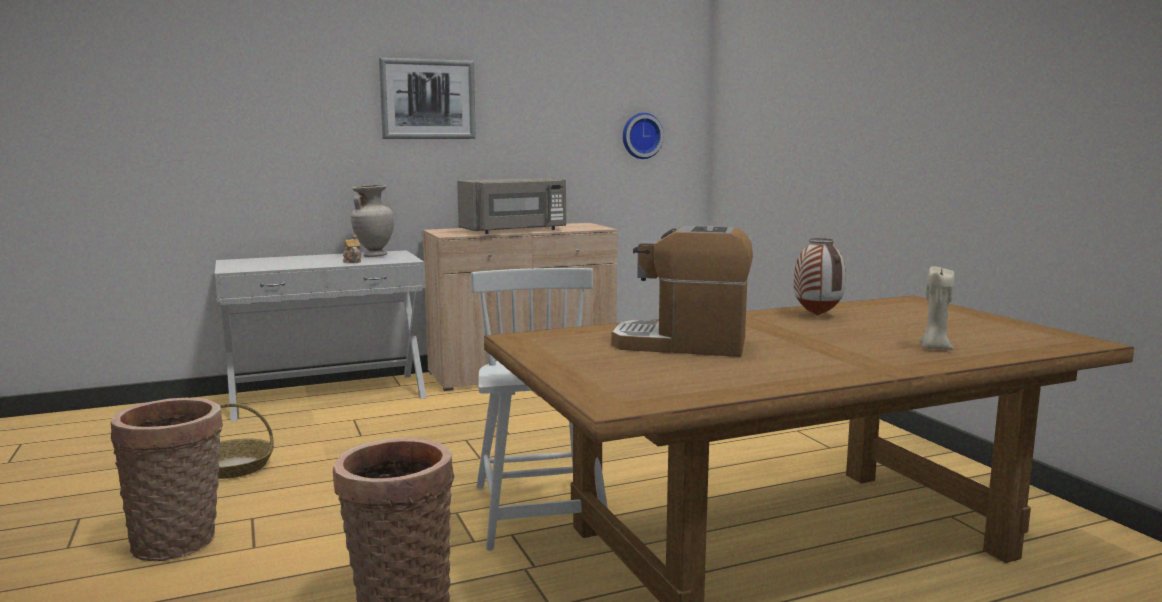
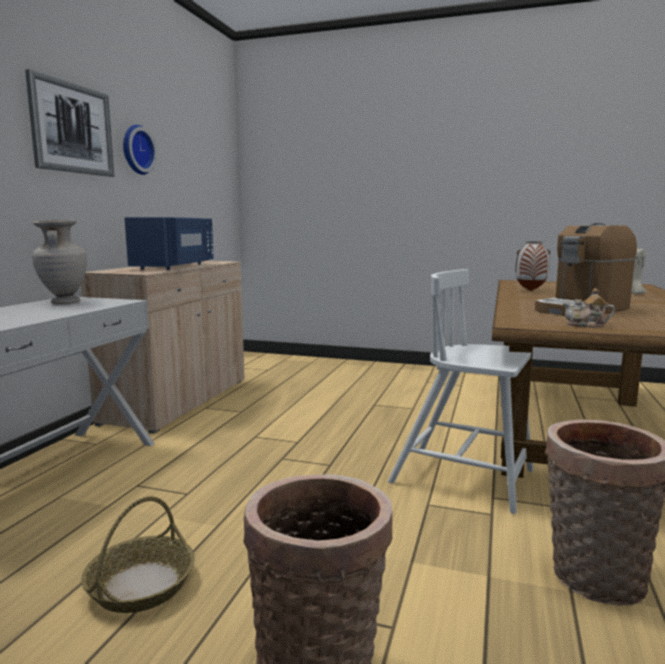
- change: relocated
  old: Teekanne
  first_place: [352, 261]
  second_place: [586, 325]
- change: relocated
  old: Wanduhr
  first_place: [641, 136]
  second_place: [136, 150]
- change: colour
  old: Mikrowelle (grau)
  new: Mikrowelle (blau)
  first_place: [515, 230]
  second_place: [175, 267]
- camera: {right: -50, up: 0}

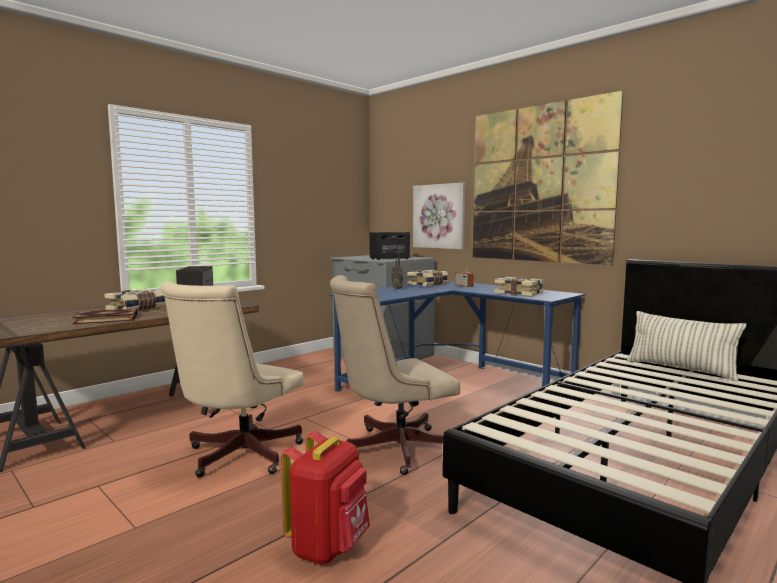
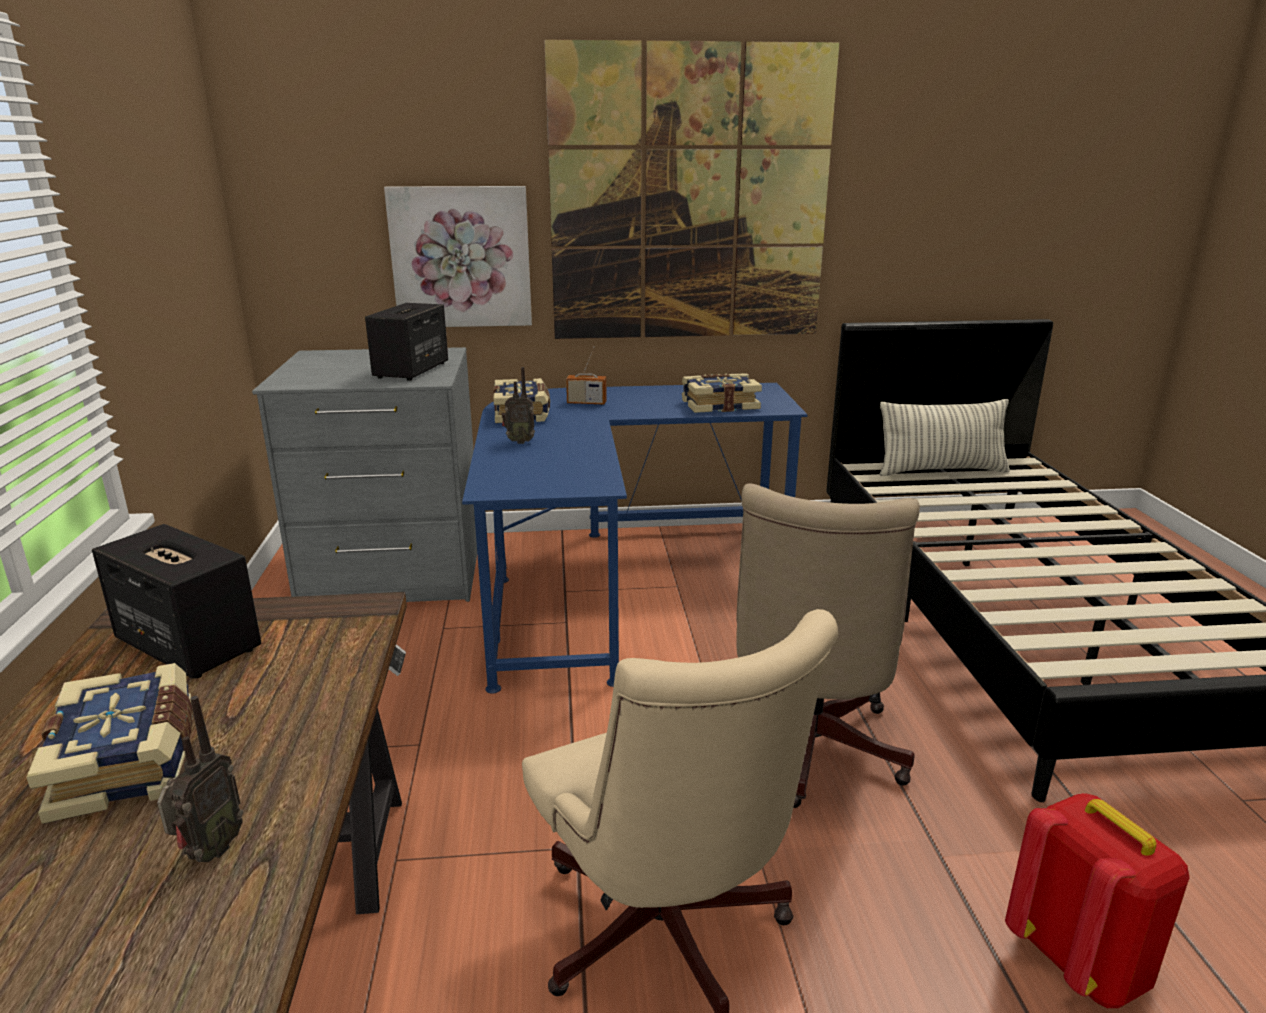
- change: exchanged
  old: Buch
  new: Radio
  first_place: [107, 319]
  second_place: [209, 852]
- camera: {right: -50, up: 15}

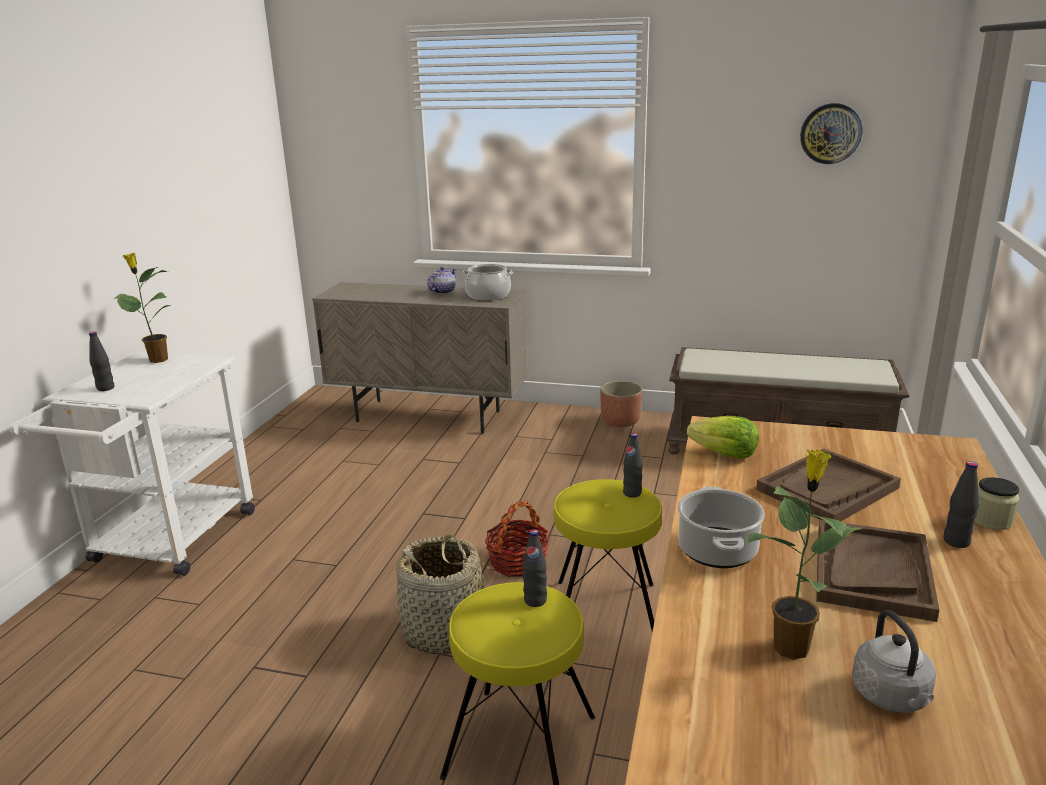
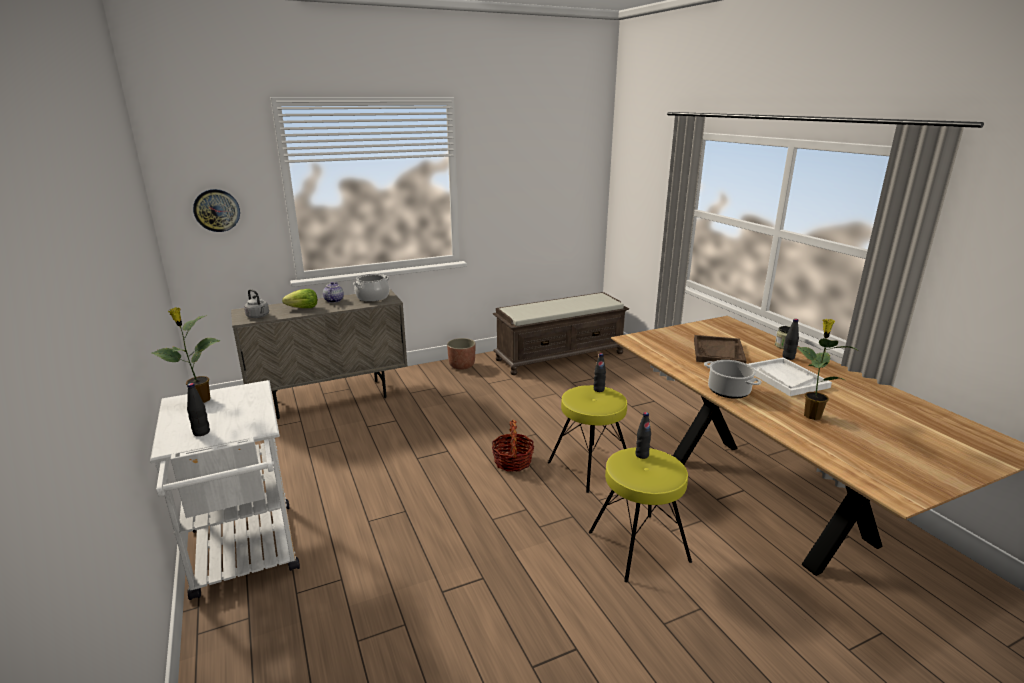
- change: missing
  old: Korb
  first_place: [446, 632]
- change: relocated
  old: Salatkopf
  first_place: [725, 455]
  second_place: [303, 308]
- change: relocated
  old: Wanduhr
  first_place: [830, 133]
  second_place: [217, 210]
- change: relocated
  old: Wasserkessel (grau)
  first_place: [892, 697]
  second_place: [258, 316]
- change: colour
  old: Tablett (braun)
  new: Tablett (weiß)
  first_place: [871, 571]
  second_place: [785, 378]
- camera: {right: -40, up: 0}

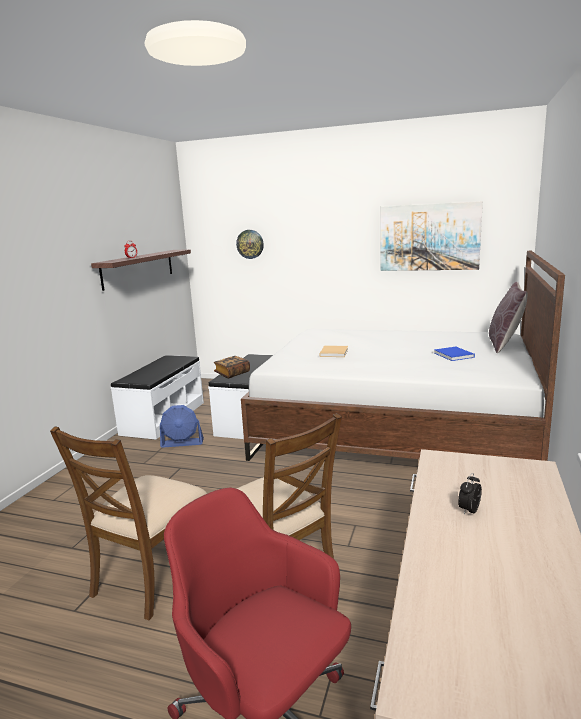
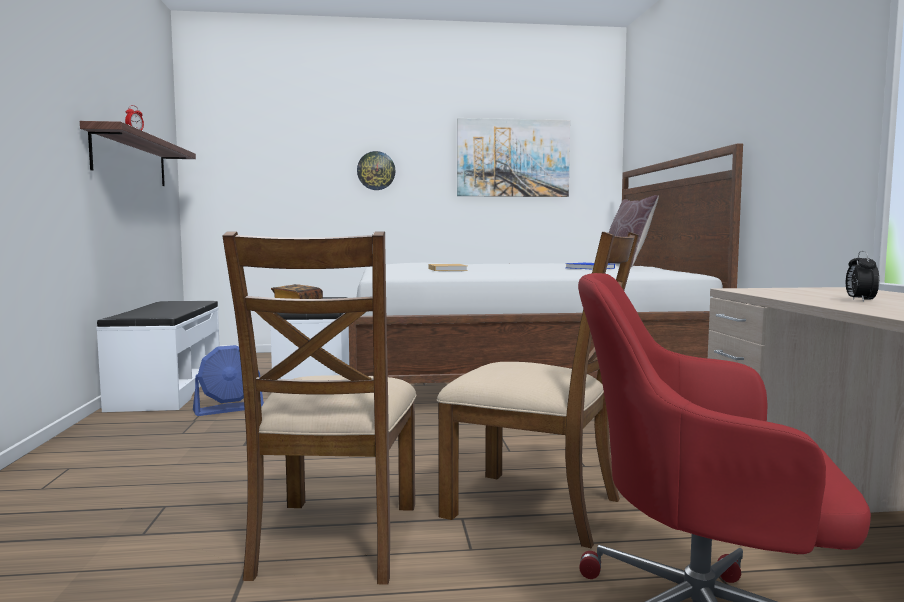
- change: relocated
  old: Wanduhr
  first_place: [250, 244]
  second_place: [376, 170]
- camera: {right: -25, up: -10}

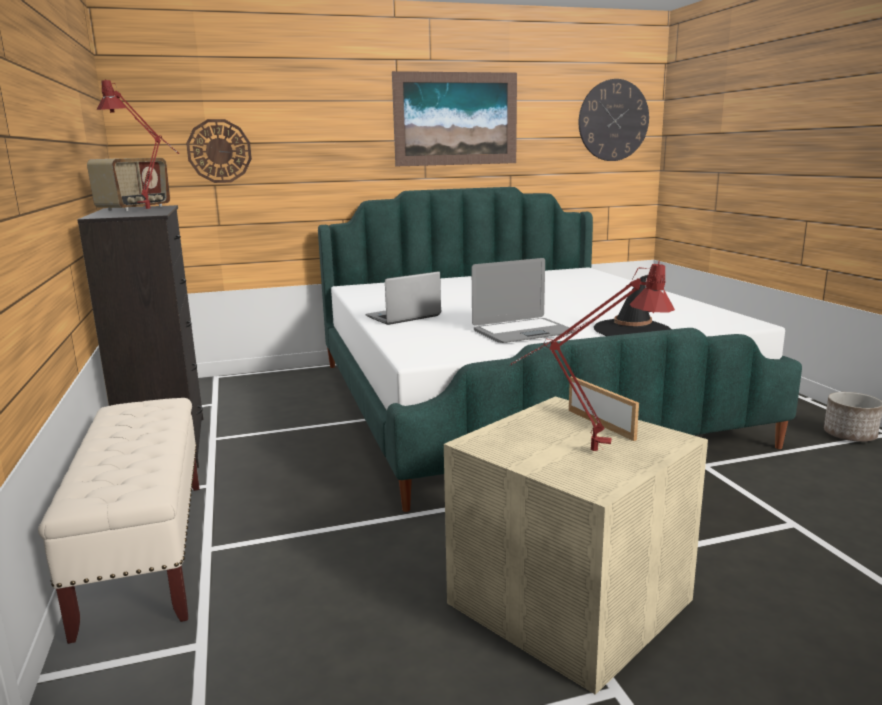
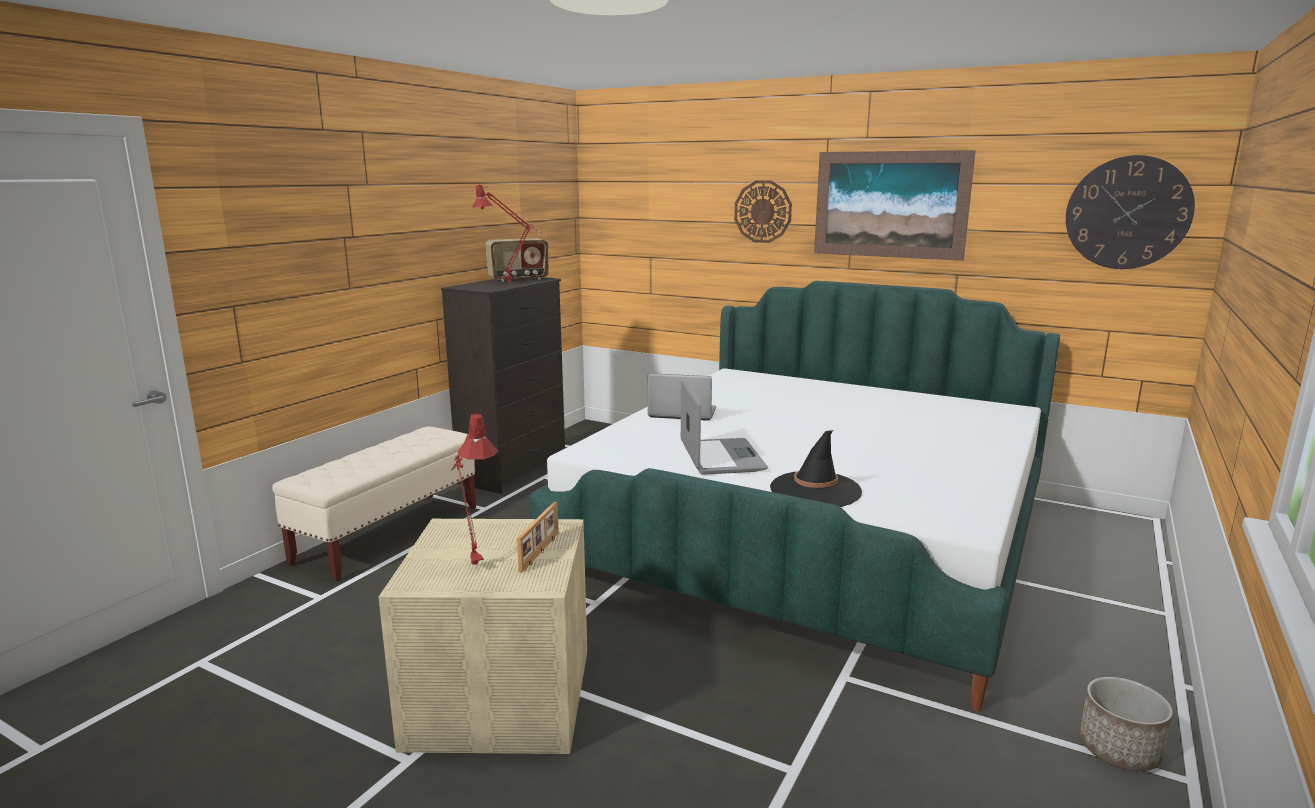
- change: relocated
  old: Wanduhr
  first_place: [219, 151]
  second_place: [763, 211]
- change: spun
  old: Laptop
  first_place: [523, 332]
  second_place: [720, 457]
  degrees: -120
- camera: {right: 45, up: 0}

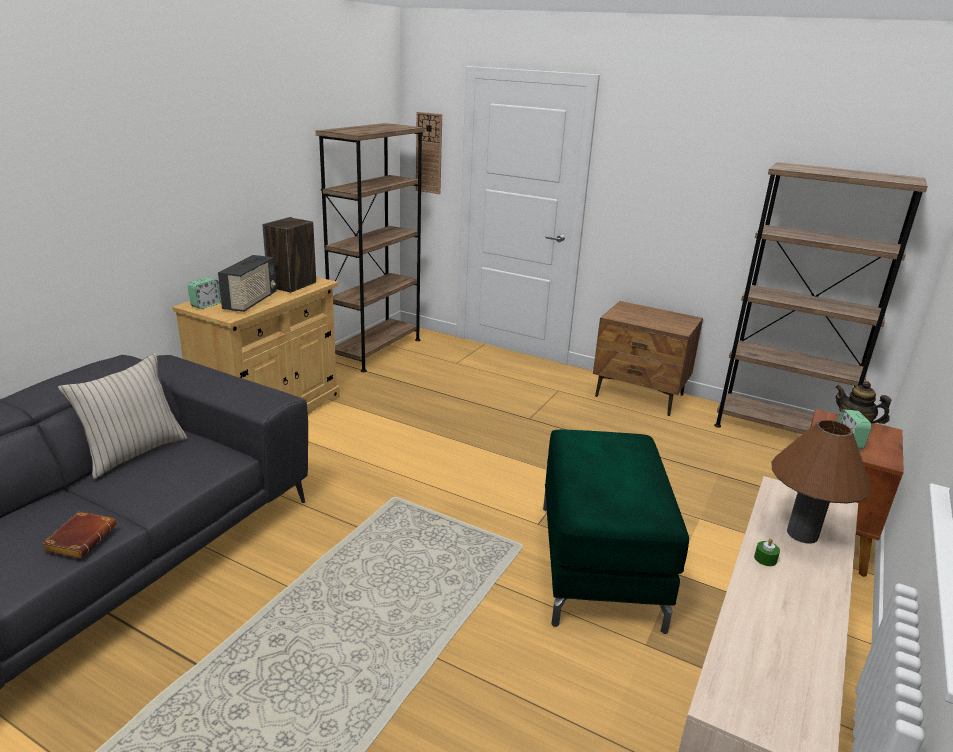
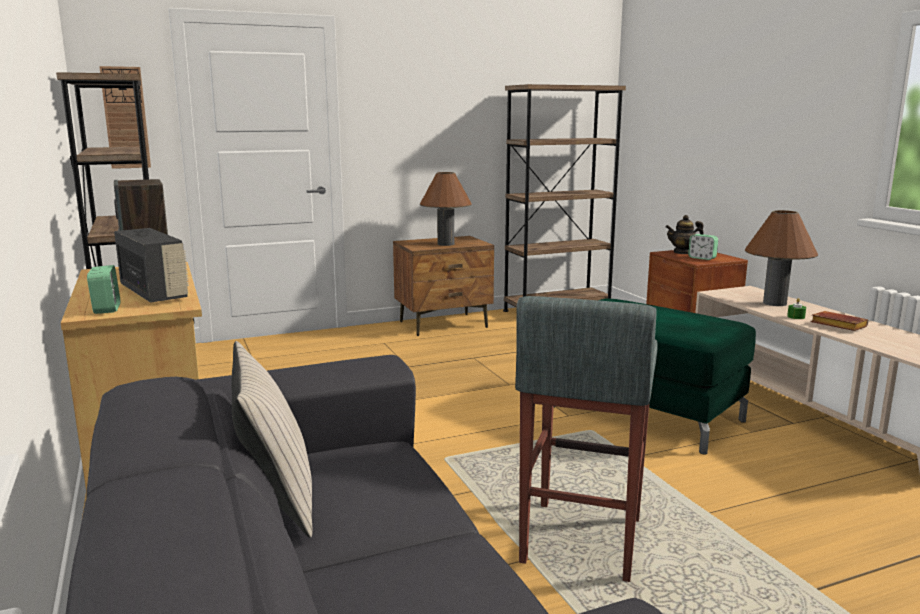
- change: appeared
  new: Tischlampe (braun)
  second_place: [445, 244]
- change: appeared
  new: Hocker (grau)
  second_place: [579, 540]
- change: relocated
  old: Buch (braun)
  first_place: [81, 538]
  second_place: [836, 325]
- camera: {right: -50, up: -10}

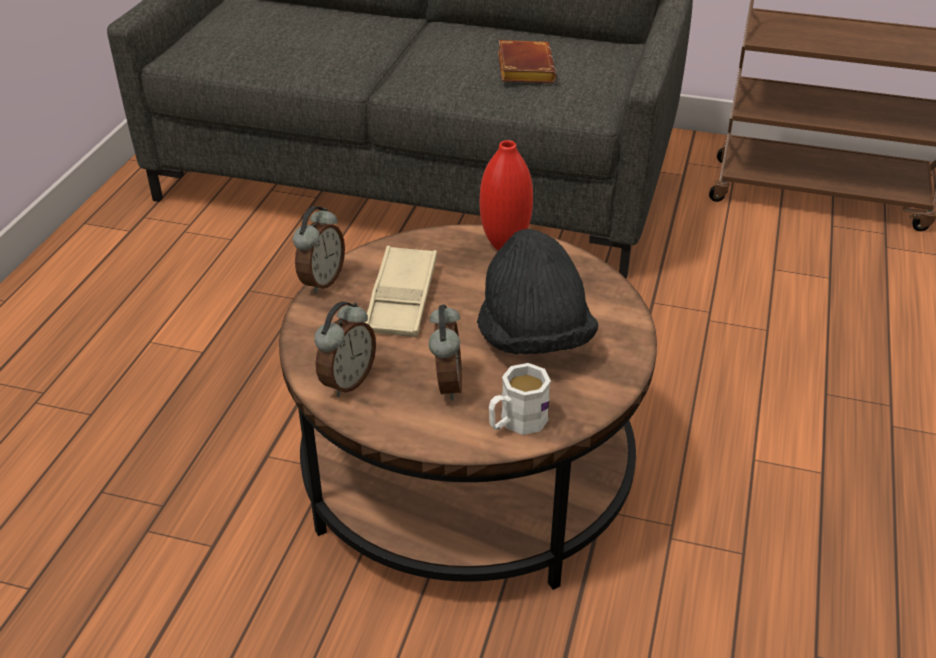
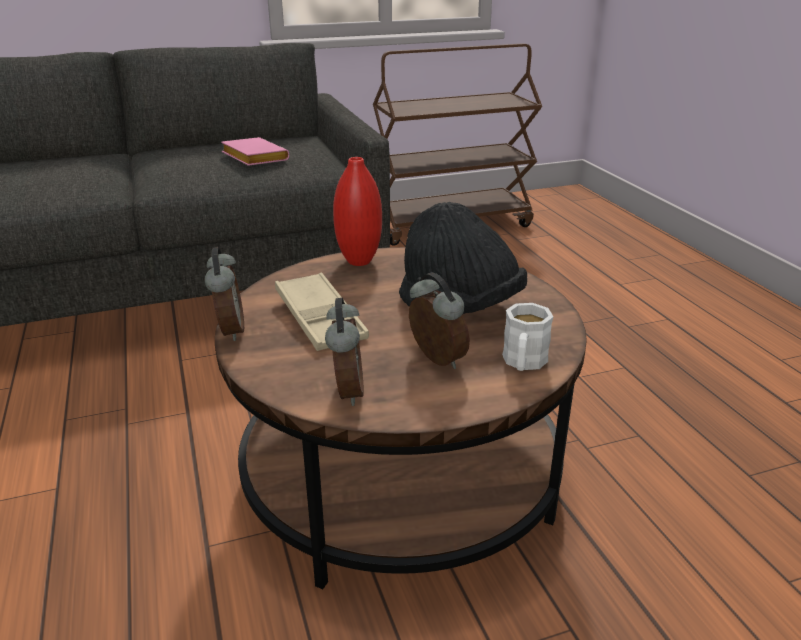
- change: colour
  old: Buch (braun)
  new: Buch (rosa)
  first_place: [523, 68]
  second_place: [252, 158]
- camera: {right: -35, up: -10}

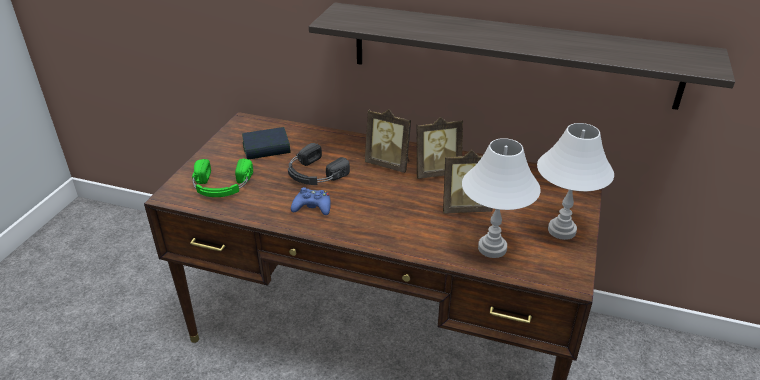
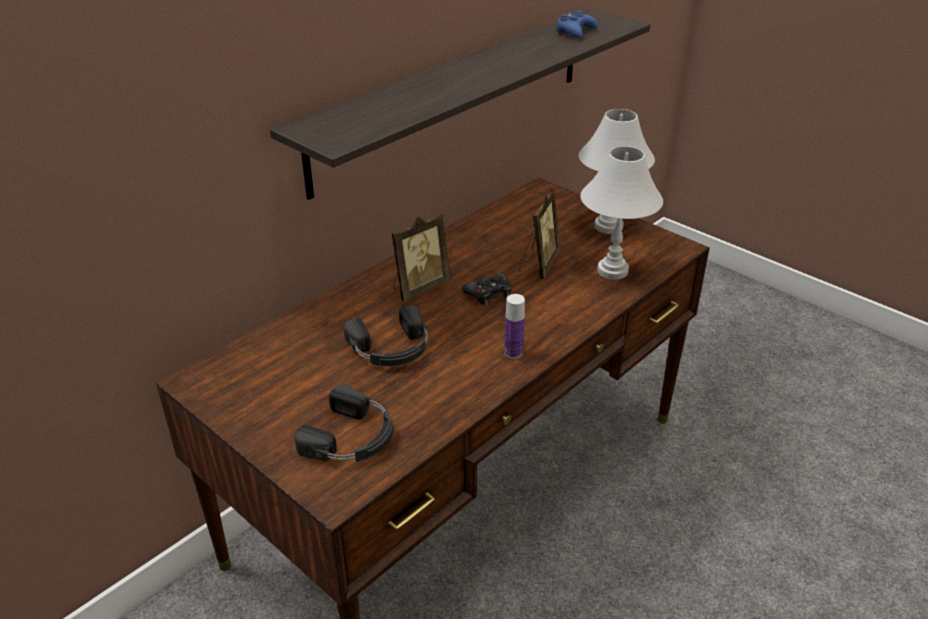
- change: missing
  old: Buch
  first_place: [266, 148]
- change: missing
  old: Bilderrahmen
  first_place: [436, 172]
- change: appeared
  new: Gamepad (schwarz)
  second_place: [489, 294]
- change: appeared
  new: Flasche
  second_place: [513, 352]
- change: relocated
  old: Gamepad (blau)
  first_place: [312, 207]
  second_place: [575, 32]
- change: colour
  old: Kopfhörer (grün)
  new: Kopfhörer (schwarz)
  first_place: [221, 186]
  second_place: [352, 437]
- camera: {right: -65, up: 0}

